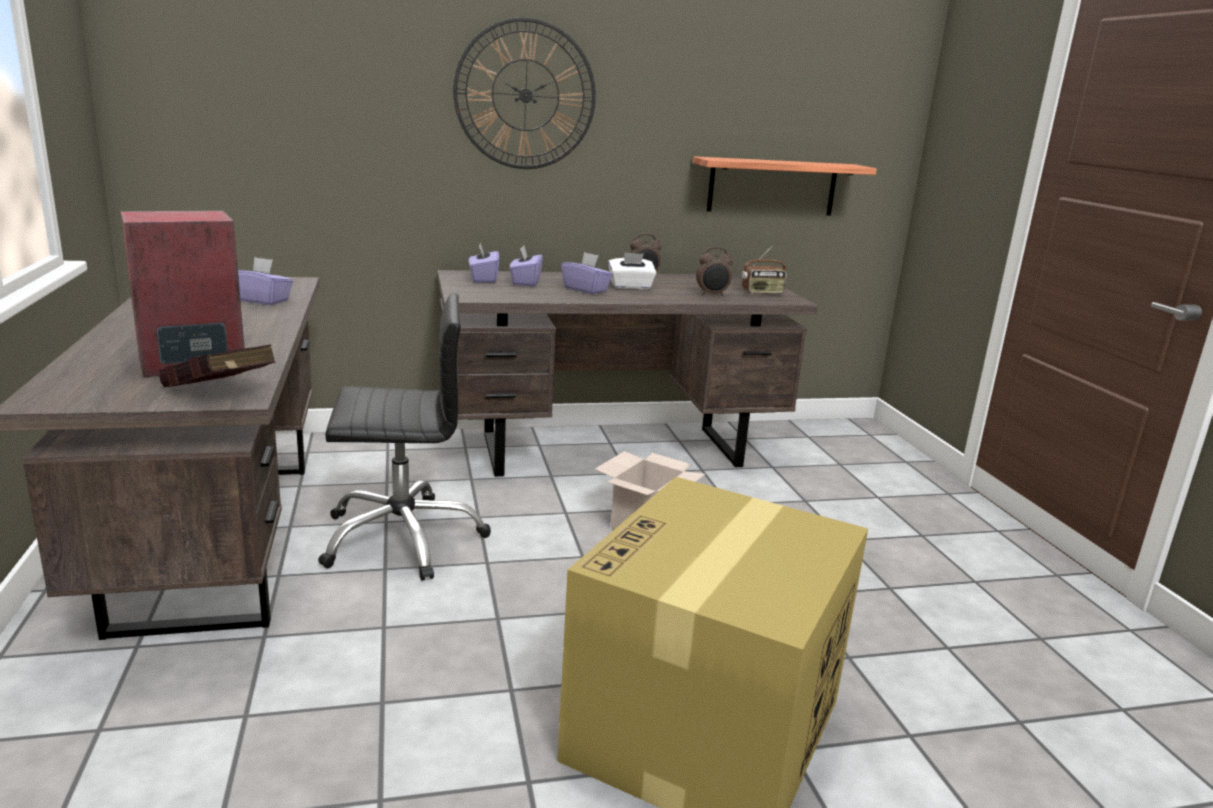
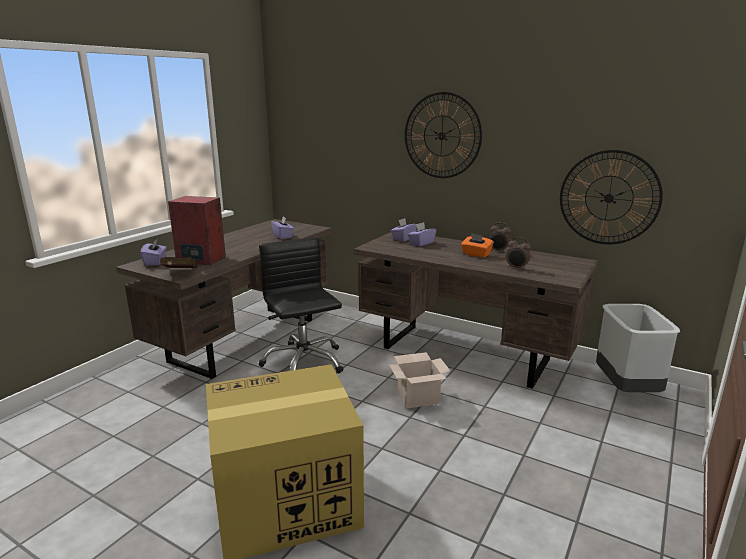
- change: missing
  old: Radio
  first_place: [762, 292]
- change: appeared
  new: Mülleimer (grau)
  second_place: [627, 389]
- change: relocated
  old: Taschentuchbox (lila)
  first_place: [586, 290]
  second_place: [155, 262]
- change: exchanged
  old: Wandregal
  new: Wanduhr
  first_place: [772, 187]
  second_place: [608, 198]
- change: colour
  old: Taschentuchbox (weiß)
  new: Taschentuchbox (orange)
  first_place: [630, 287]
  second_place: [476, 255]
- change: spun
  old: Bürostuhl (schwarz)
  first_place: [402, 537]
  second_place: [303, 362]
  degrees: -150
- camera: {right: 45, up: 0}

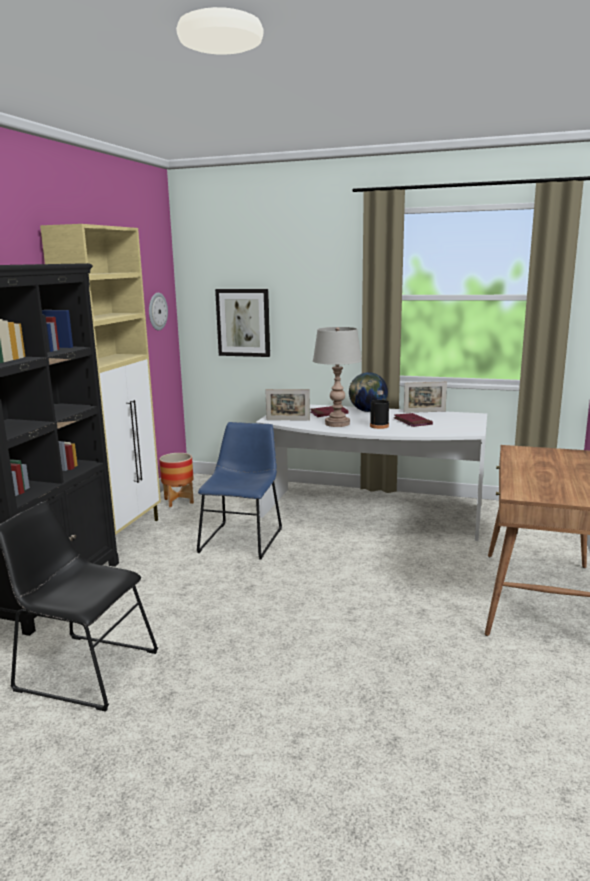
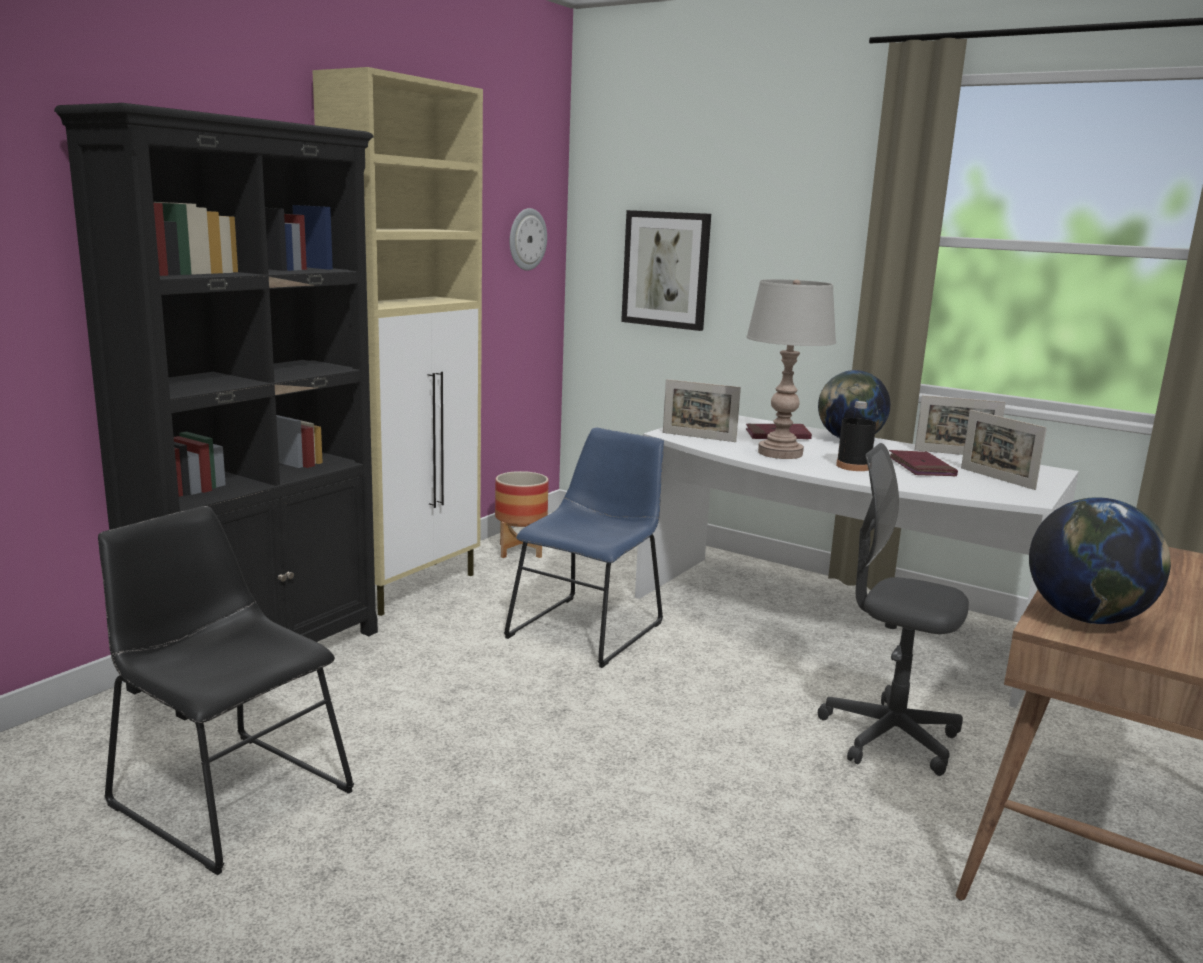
- change: appeared
  new: Bürostuhl (grau)
  second_place: [889, 737]
- change: appeared
  new: Bilderrahmen
  second_place: [997, 478]
- change: appeared
  new: Globus
  second_place: [1086, 619]
- camera: {right: 15, up: 0}

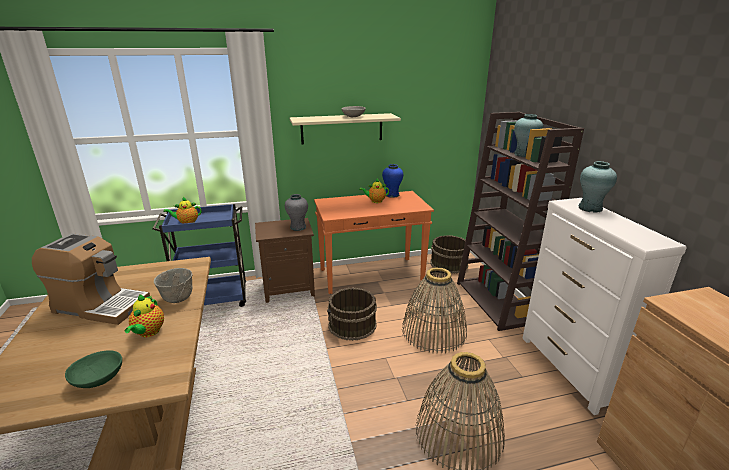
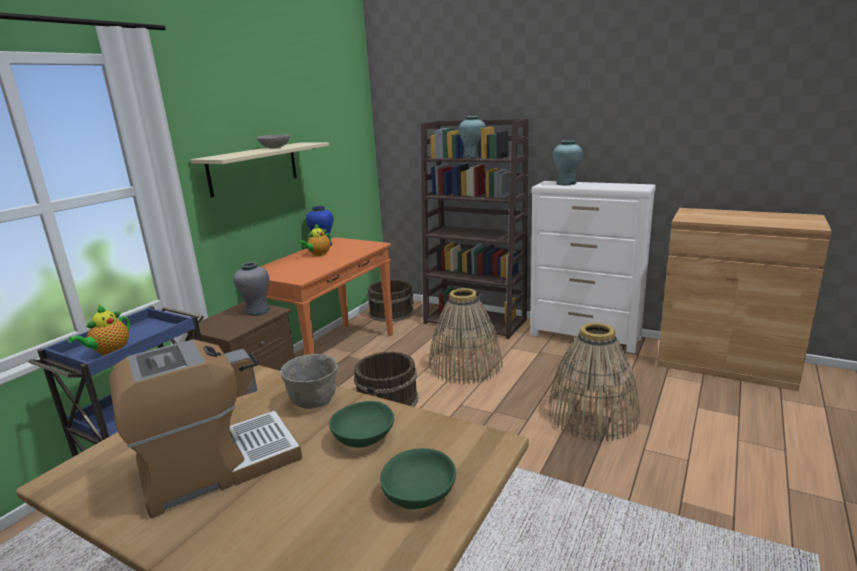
- change: exchanged
  old: Teekanne
  new: Schüssel (grün)
  first_place: [148, 333]
  second_place: [363, 438]
- camera: {right: -45, up: -5}

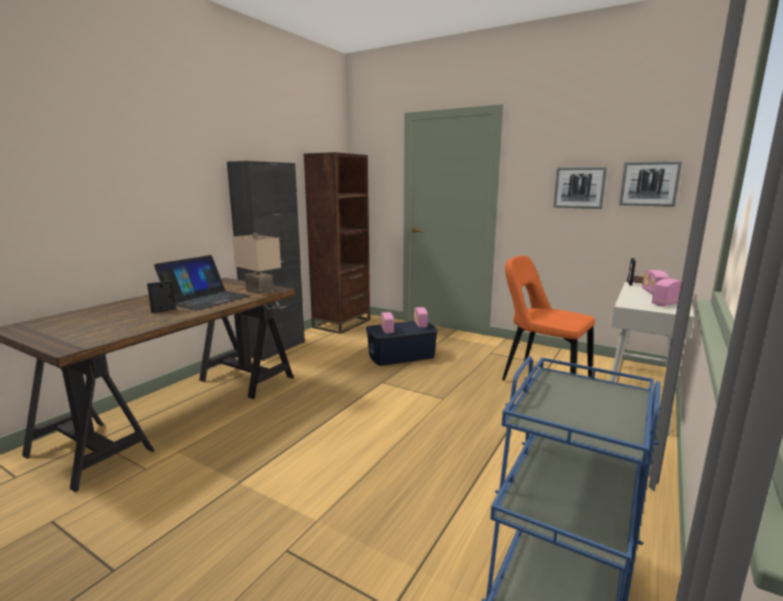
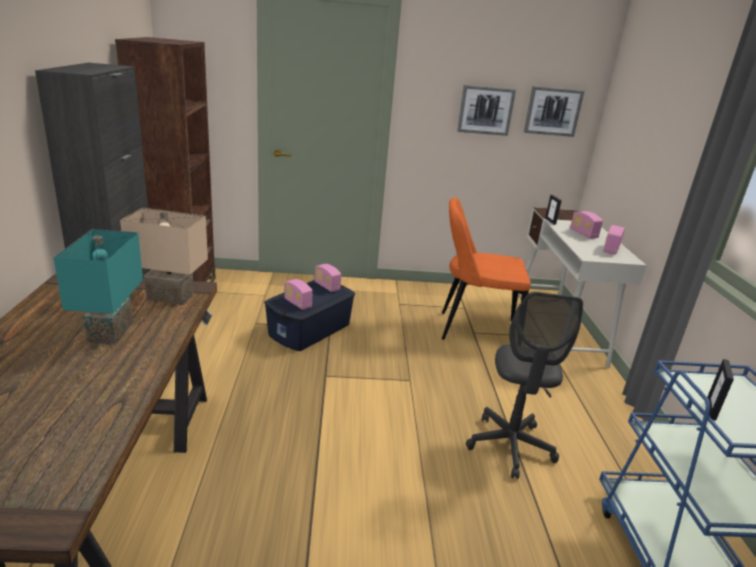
- change: appeared
  new: Bürostuhl (grau)
  second_place: [510, 446]
- change: relocated
  old: Bilderrahmen
  first_place: [163, 311]
  second_place: [711, 409]
- change: exchanged
  old: Laptop
  new: Tischlampe (türkis)
  first_place: [206, 298]
  second_place: [108, 332]
- camera: {right: -35, up: 10}

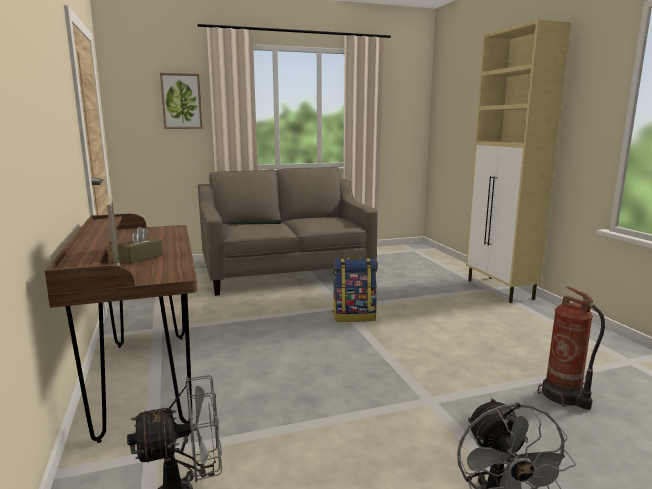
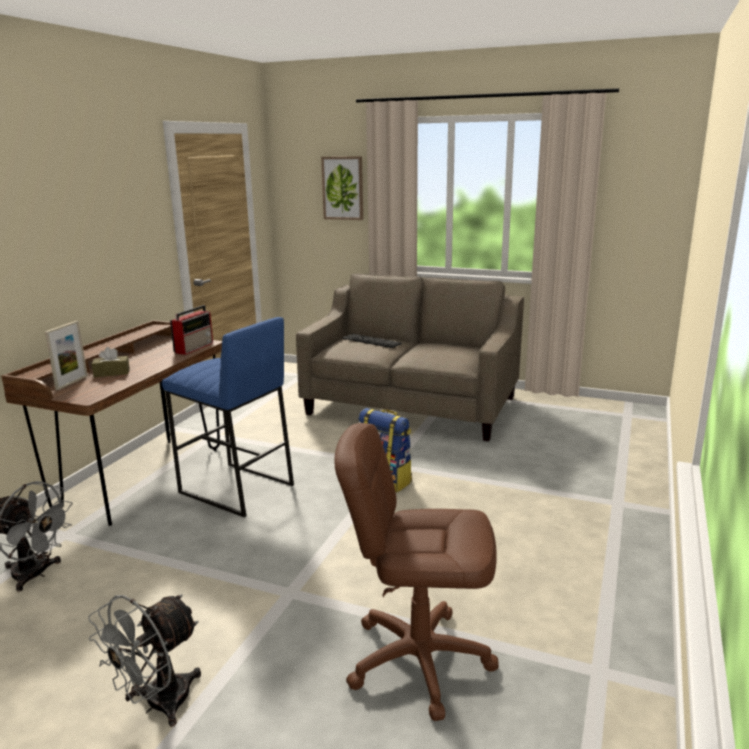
- change: missing
  old: Schrank (beige)
  first_place: [500, 290]
- change: appeared
  new: Hocker (blau)
  second_place: [235, 489]
- change: appeared
  new: Radio
  second_place: [194, 347]
- change: exchanged
  old: Feuerlöscher
  new: Bürostuhl (braun)
  first_place: [563, 397]
  second_place: [419, 659]
- camera: {right: 40, up: 5}

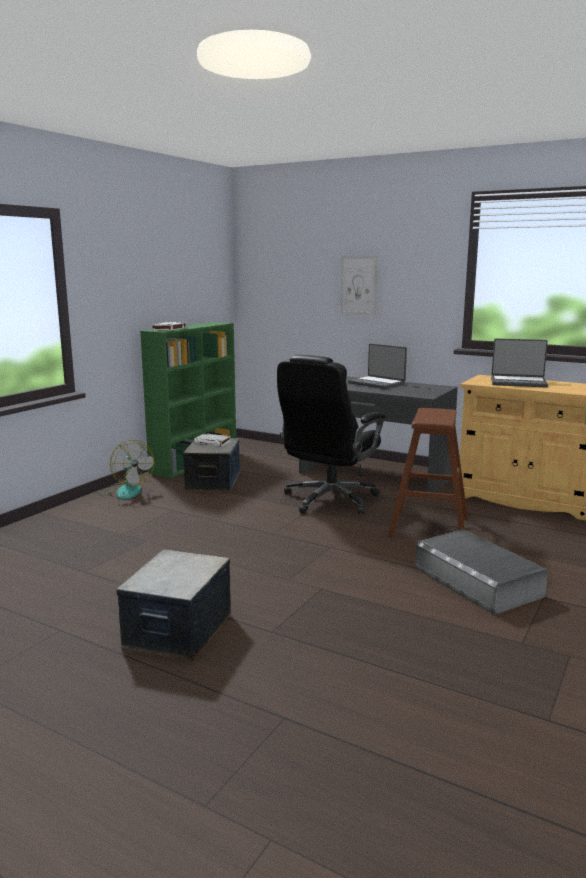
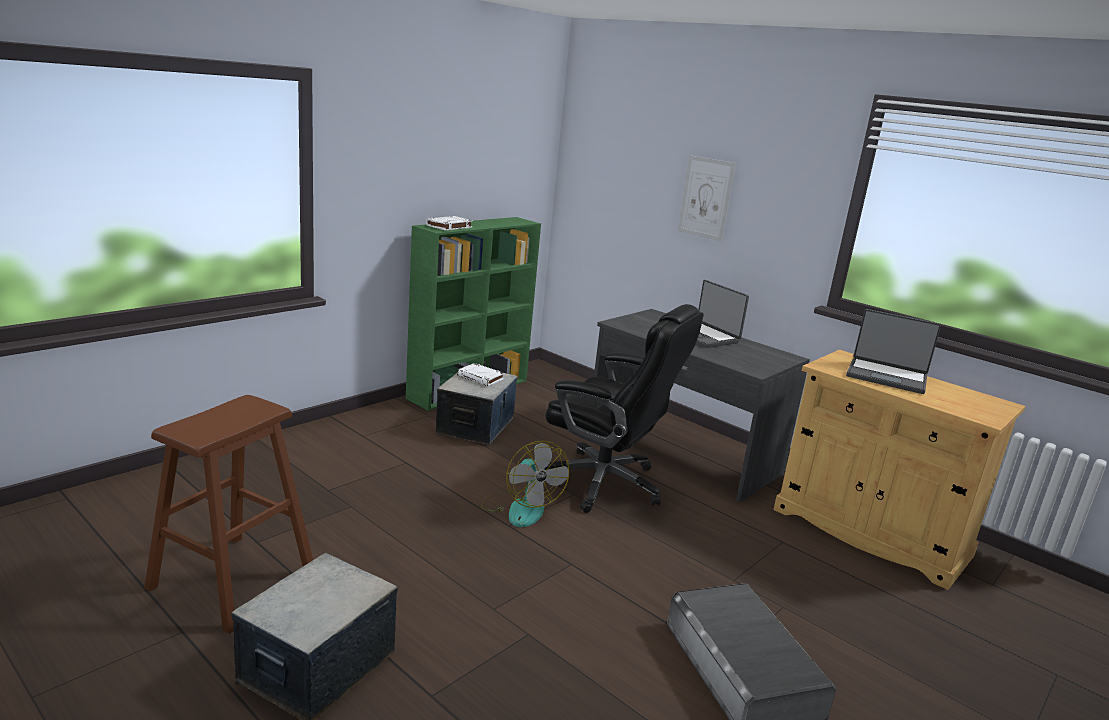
- change: relocated
  old: Ventilator
  first_place: [125, 491]
  second_place: [521, 508]
- change: relocated
  old: Hocker (braun)
  first_place: [429, 527]
  second_place: [232, 581]
- change: spun
  old: Bürostuhl (schwarz)
  first_place: [329, 500]
  second_place: [605, 483]
  degrees: -105
- camera: {right: 10, up: 5}

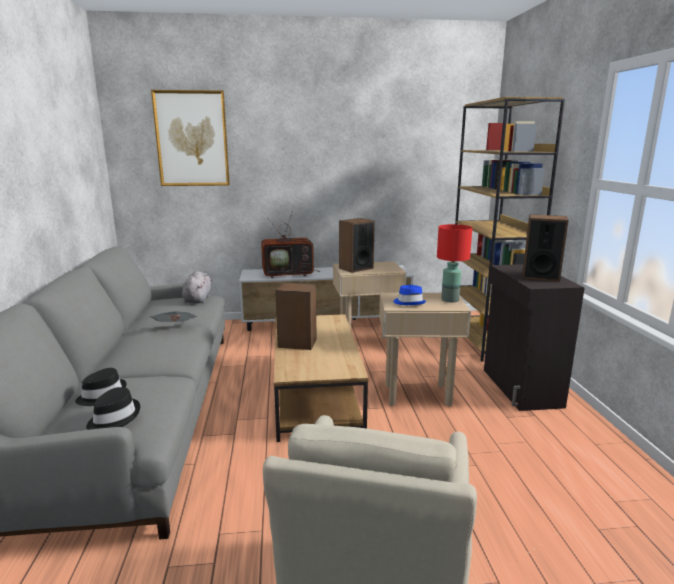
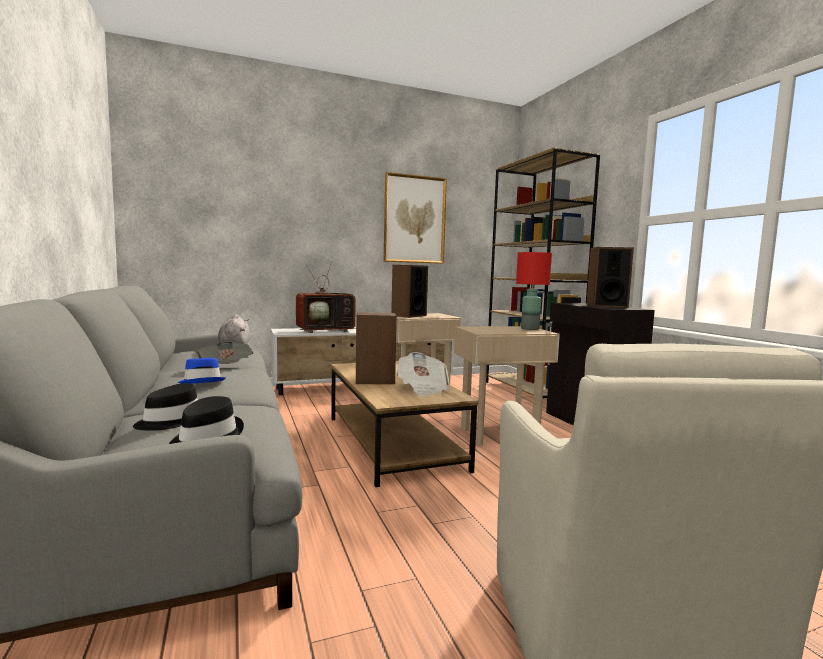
- change: appeared
  new: Zeitung
  second_place: [422, 389]
- change: relocated
  old: Bild
  first_place: [192, 139]
  second_place: [414, 219]
- change: relocated
  old: Hut (blau)
  first_place: [409, 302]
  second_place: [202, 381]
- camera: {right: -15, up: -10}

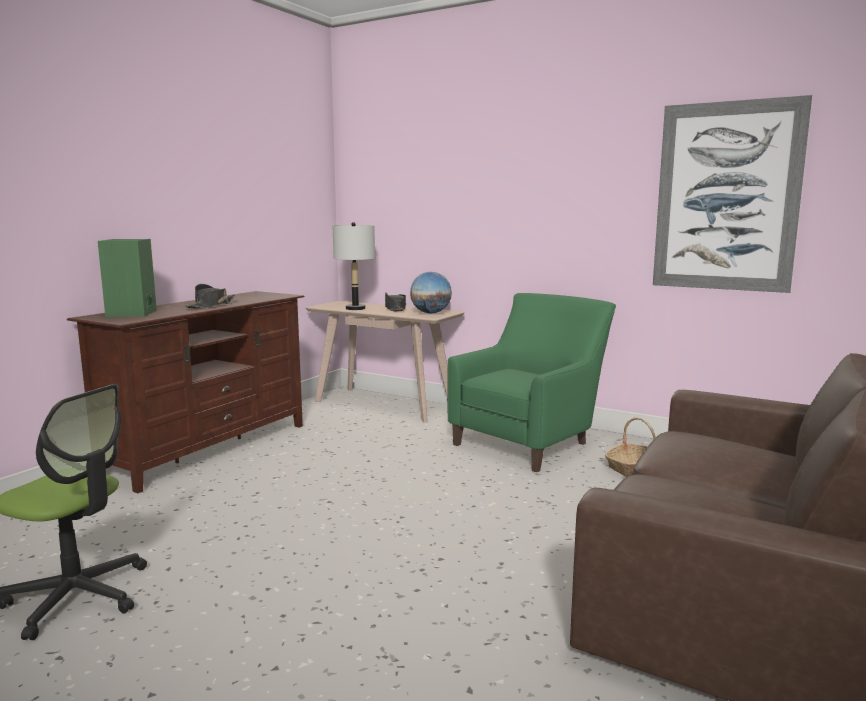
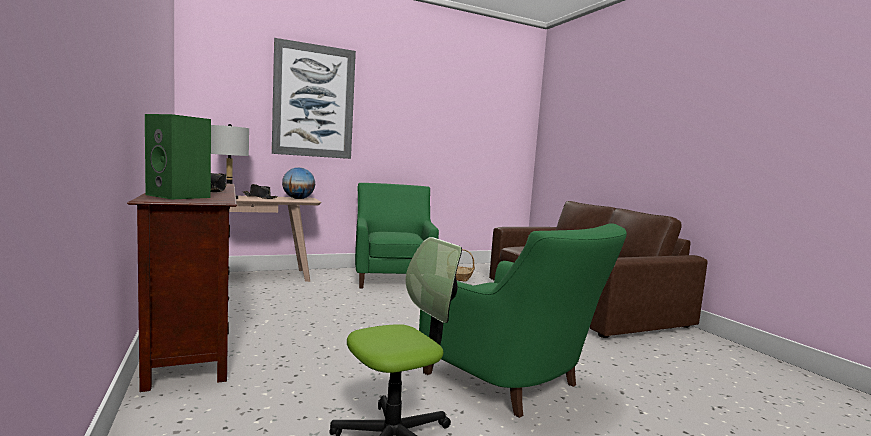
- change: appeared
  new: Sessel (grün)
  second_place: [514, 383]
- change: relocated
  old: Bild
  first_place: [726, 197]
  second_place: [314, 101]
- camera: {right: -55, up: -5}

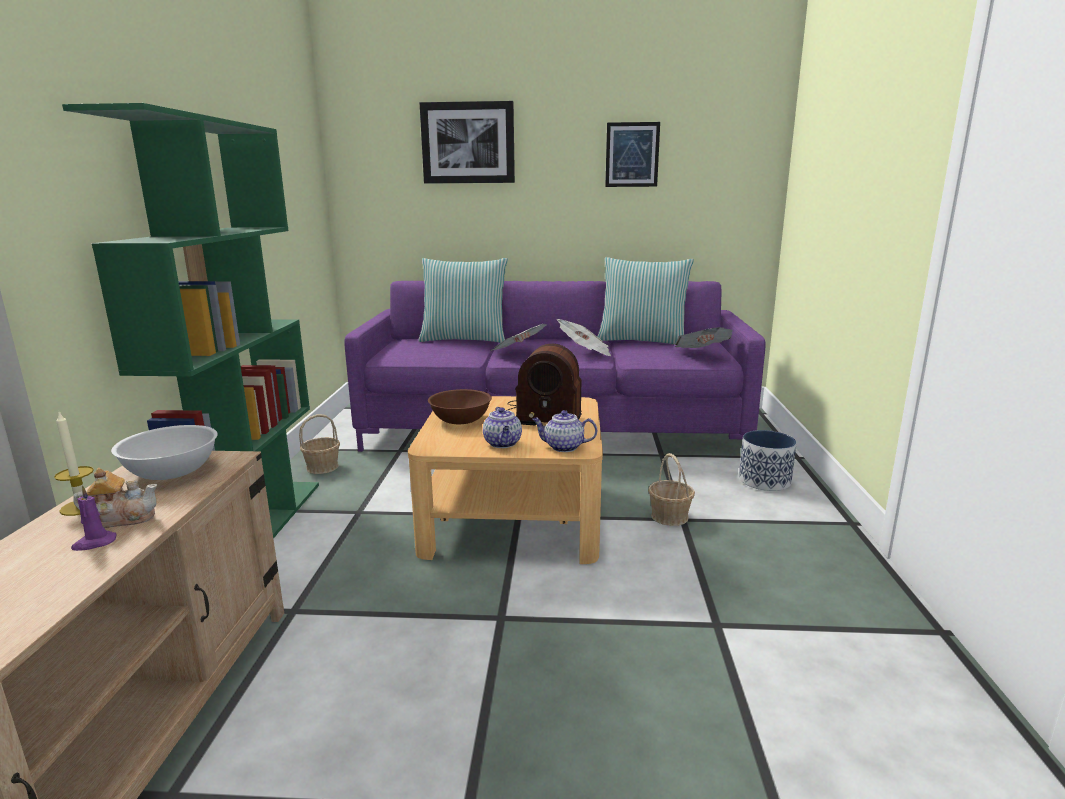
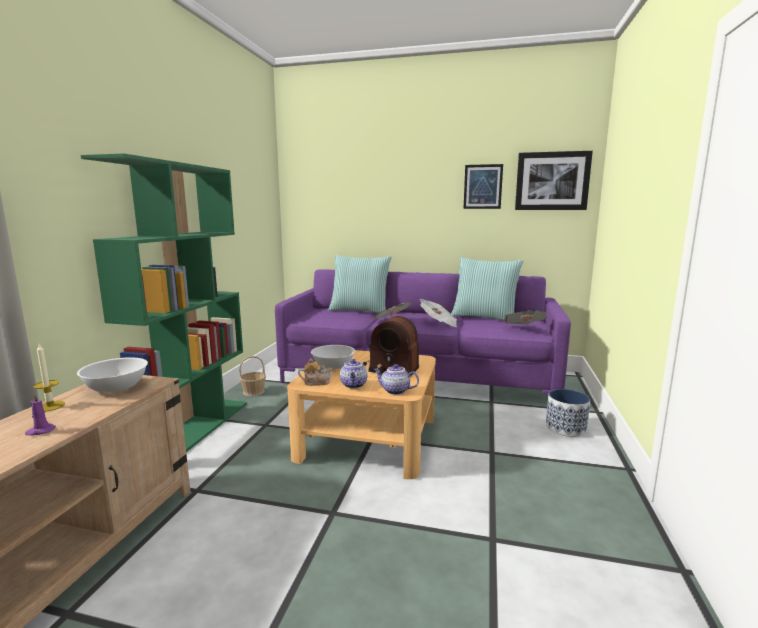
- change: missing
  old: Korb
  first_place: [669, 517]
- change: relocated
  old: Teekanne
  first_place: [123, 518]
  second_place: [316, 382]
- change: relocated
  old: Bild
  first_place: [468, 143]
  second_place: [552, 181]
- change: colour
  old: Schüssel (braun)
  new: Schüssel (weiß)
  first_place: [460, 420]
  second_place: [333, 366]
- camera: {right: 10, up: -5}

